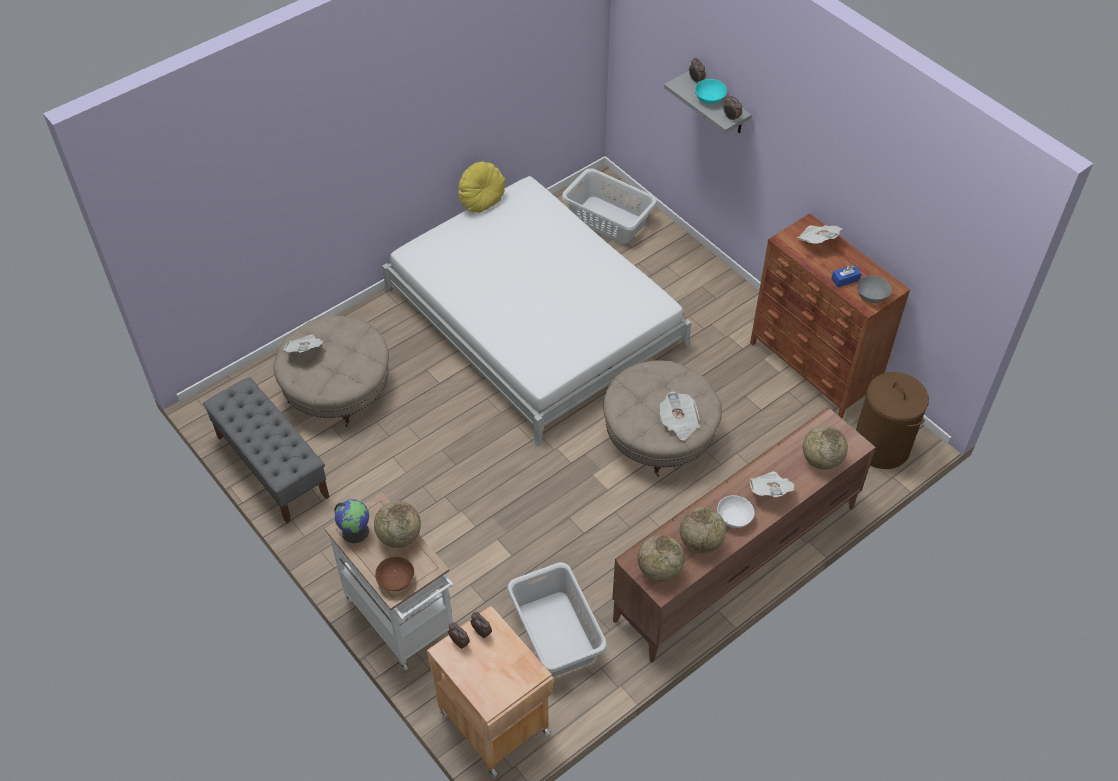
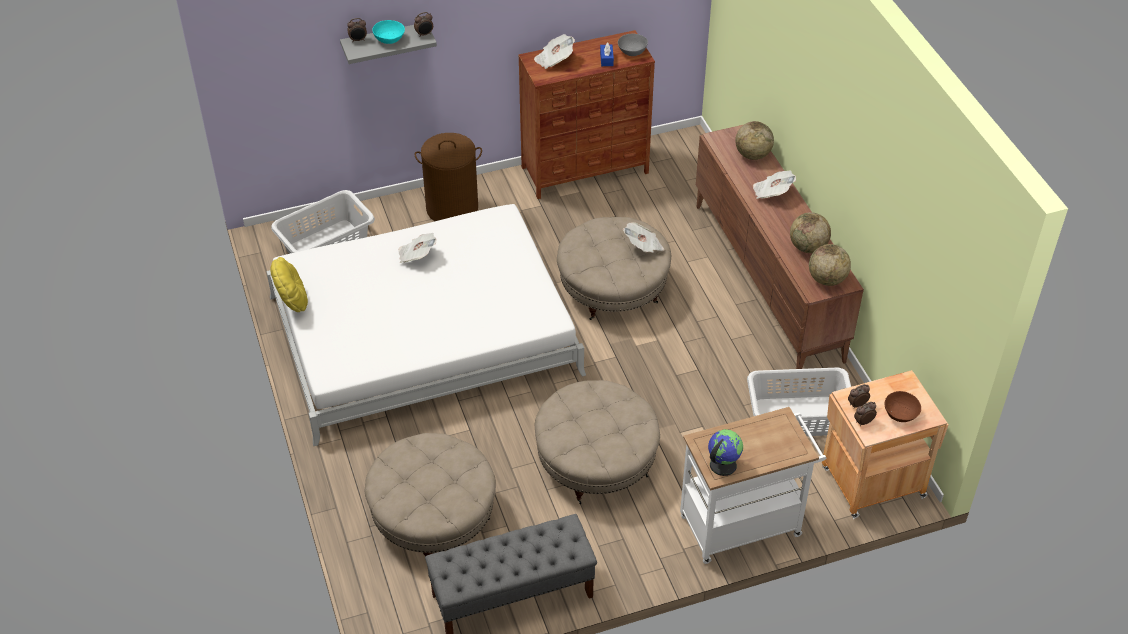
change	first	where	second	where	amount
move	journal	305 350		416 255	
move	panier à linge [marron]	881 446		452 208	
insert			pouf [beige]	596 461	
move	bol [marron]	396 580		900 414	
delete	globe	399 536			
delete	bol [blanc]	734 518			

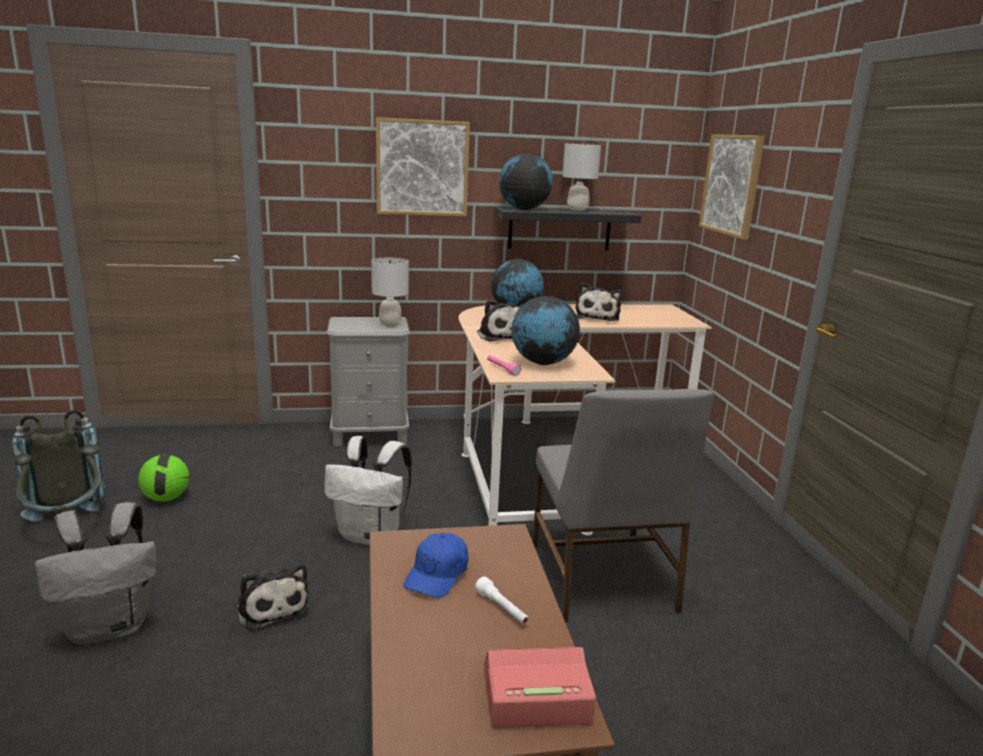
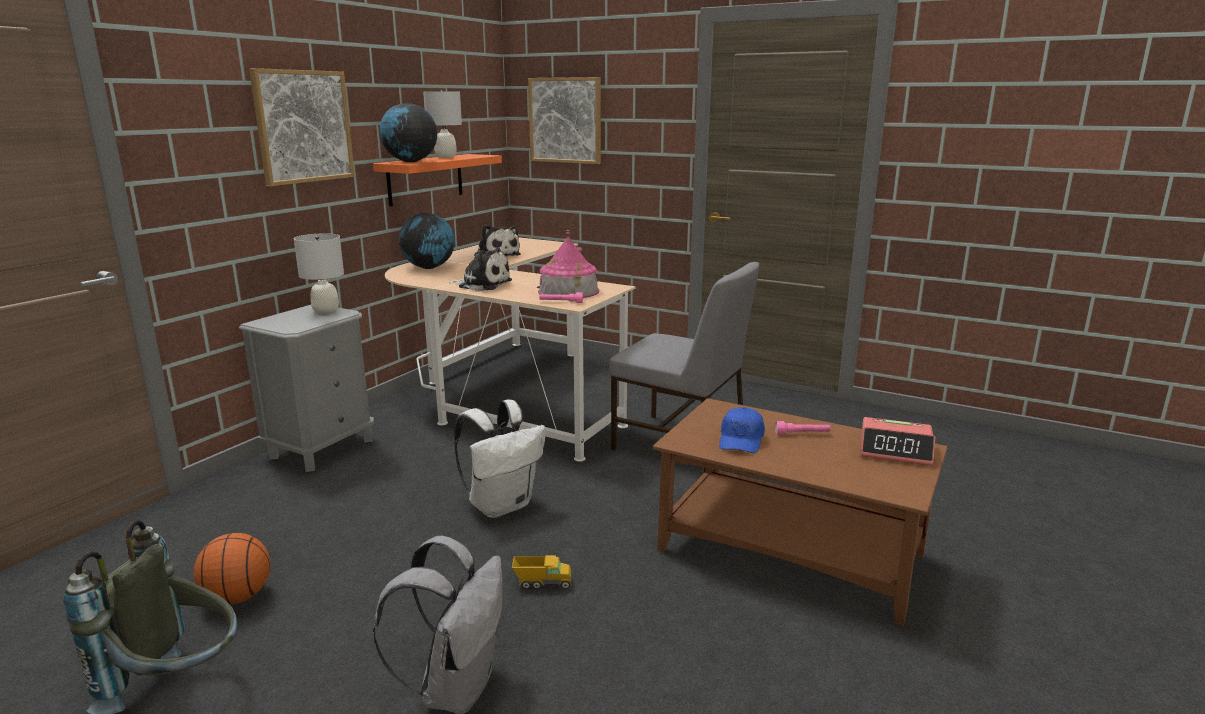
change	first	where	second	where	amount
replace	ballon de foot	166 498	ballon de basket	237 597	
recolor	étagère [noir]	559 229	étagère [orange]	425 179	
replace	peluche	272 606	camion jouet	542 583	
replace	globe	542 363	maison miniature	568 291	
rotate	casquette [bleu]	437 574		741 440	45 degrees clockwise
recolor	lampe de poche [blanc]	502 609	lampe de poche [rose]	802 434	
rotate	réveil	535 696		895 451	105 degrees counterclockwise

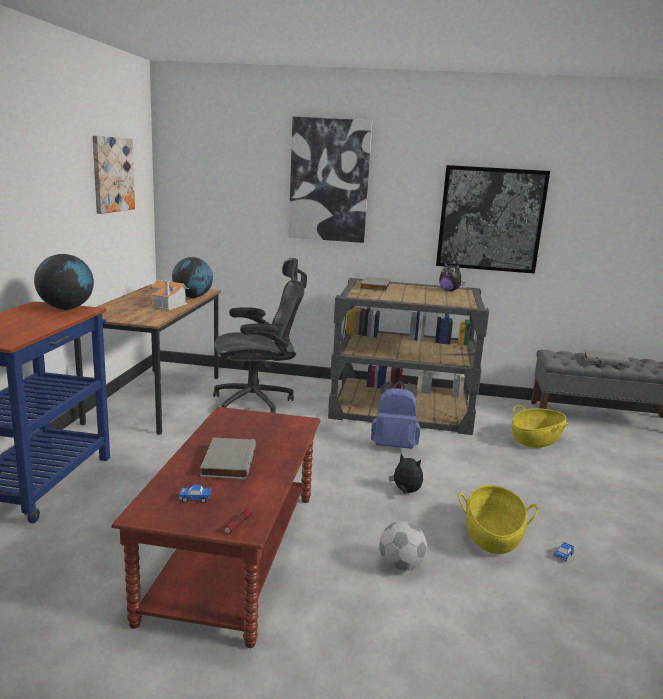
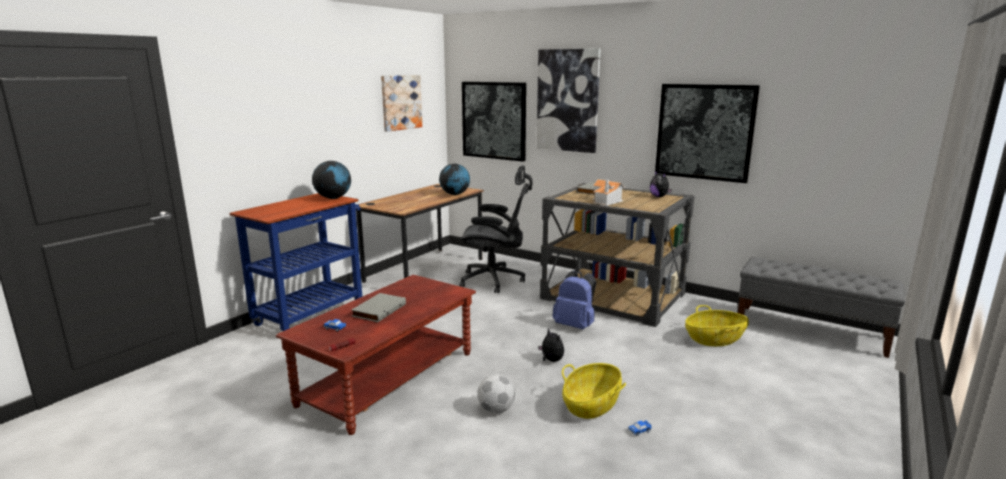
change	first	where	second	where	amount
insert			tableau	494 120	
move	maison miniature	169 305		607 201	
delete	livre [gris]	605 361			

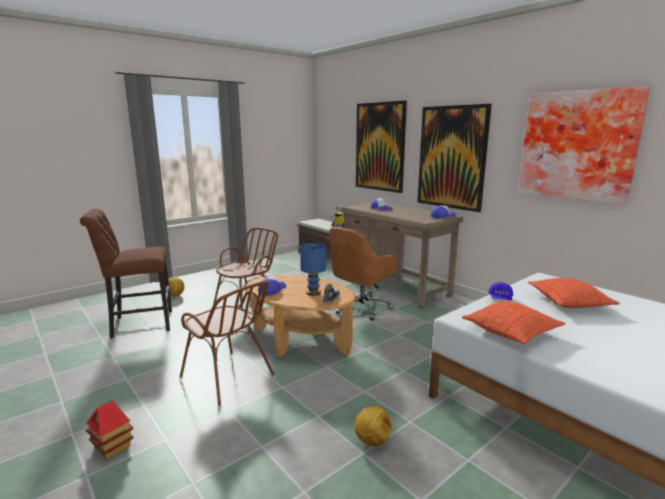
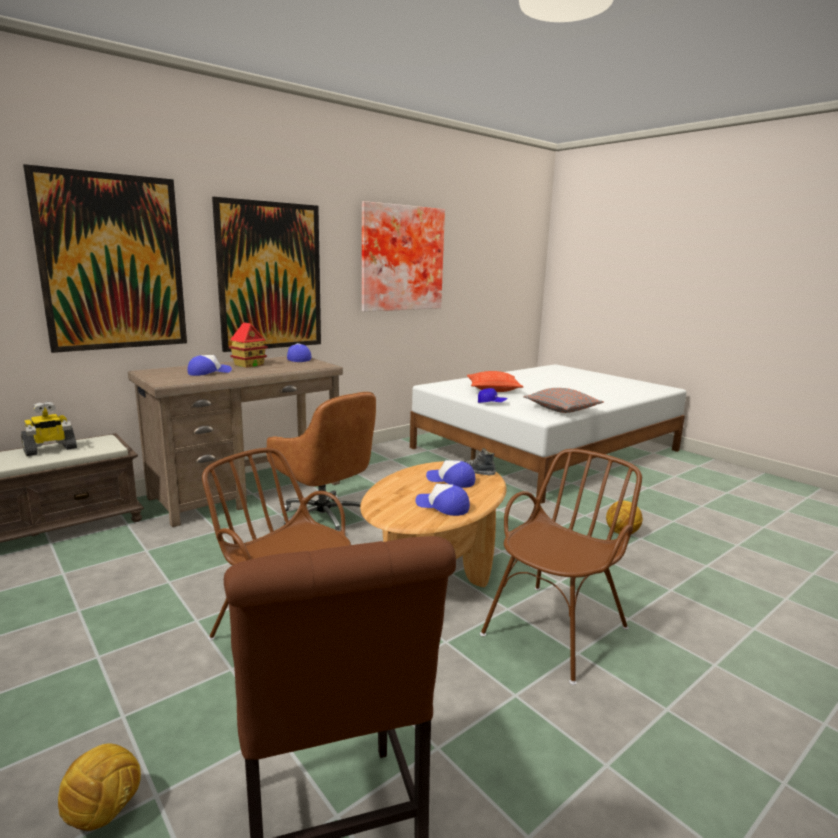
change	first	where	second	where	amount
move	maison miniature	112 447		249 365	
replace	lampe de table [bleu]	313 292	casquette	451 481	
recolor	coussin [orange]	510 332	coussin [gris]	562 409	

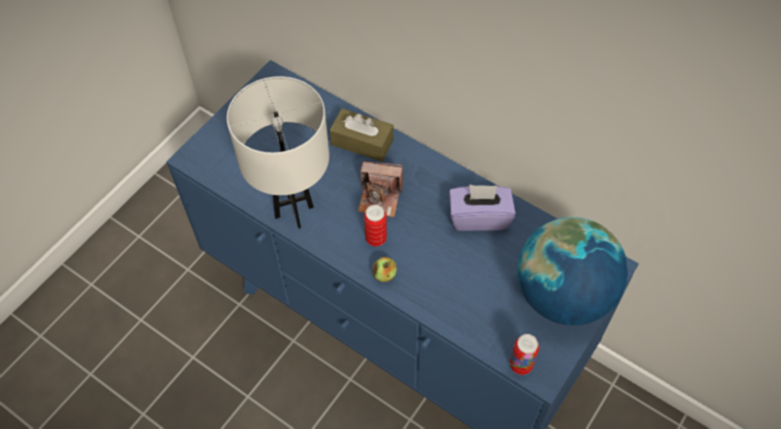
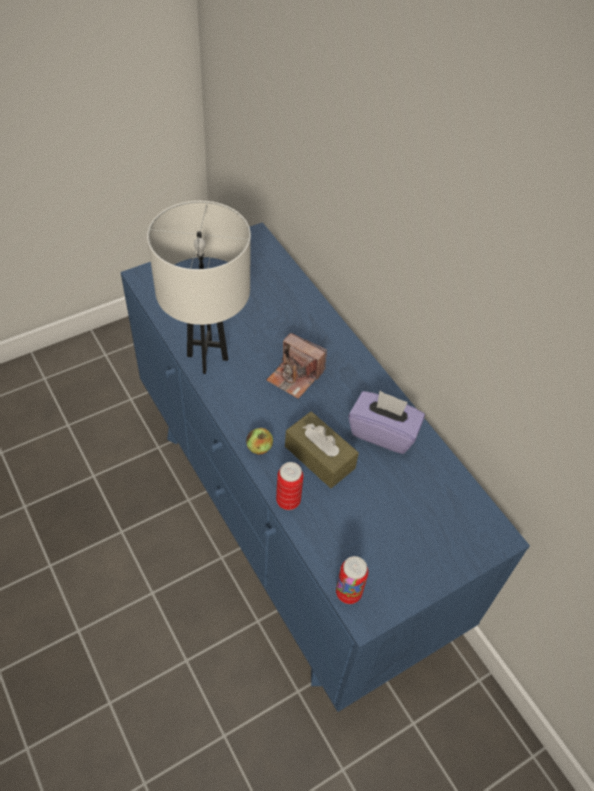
change	first	where	second	where	amount
move	boîte métallique	376 238		288 500	
move	boîte à mouchoirs [marron]	362 142		319 457	
delete	globe	562 295			

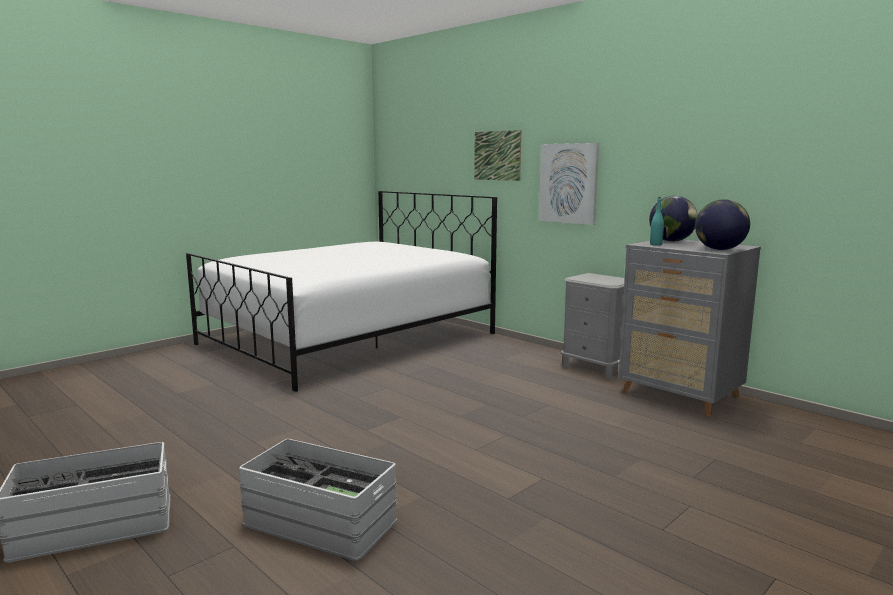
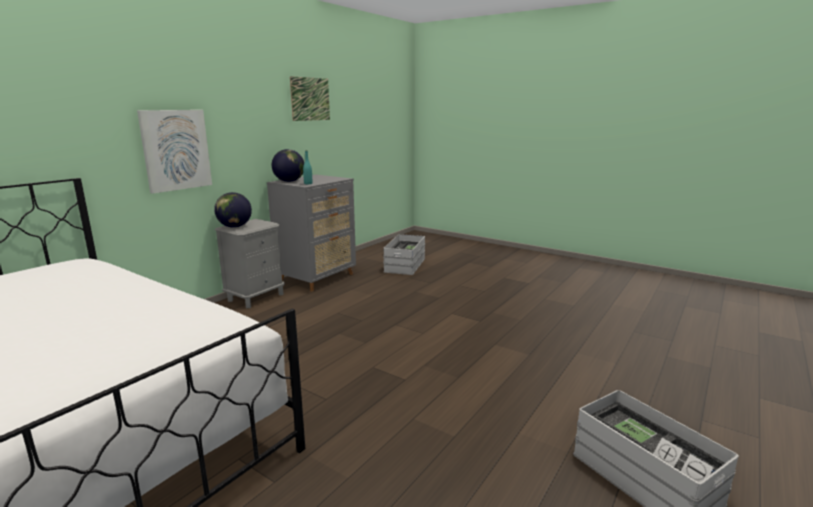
change	first	where	second	where	amount
move	globe	719 249		234 227	
move	tableau	497 155		310 99	
move	boîte de rangement [gris]	319 523		405 265	

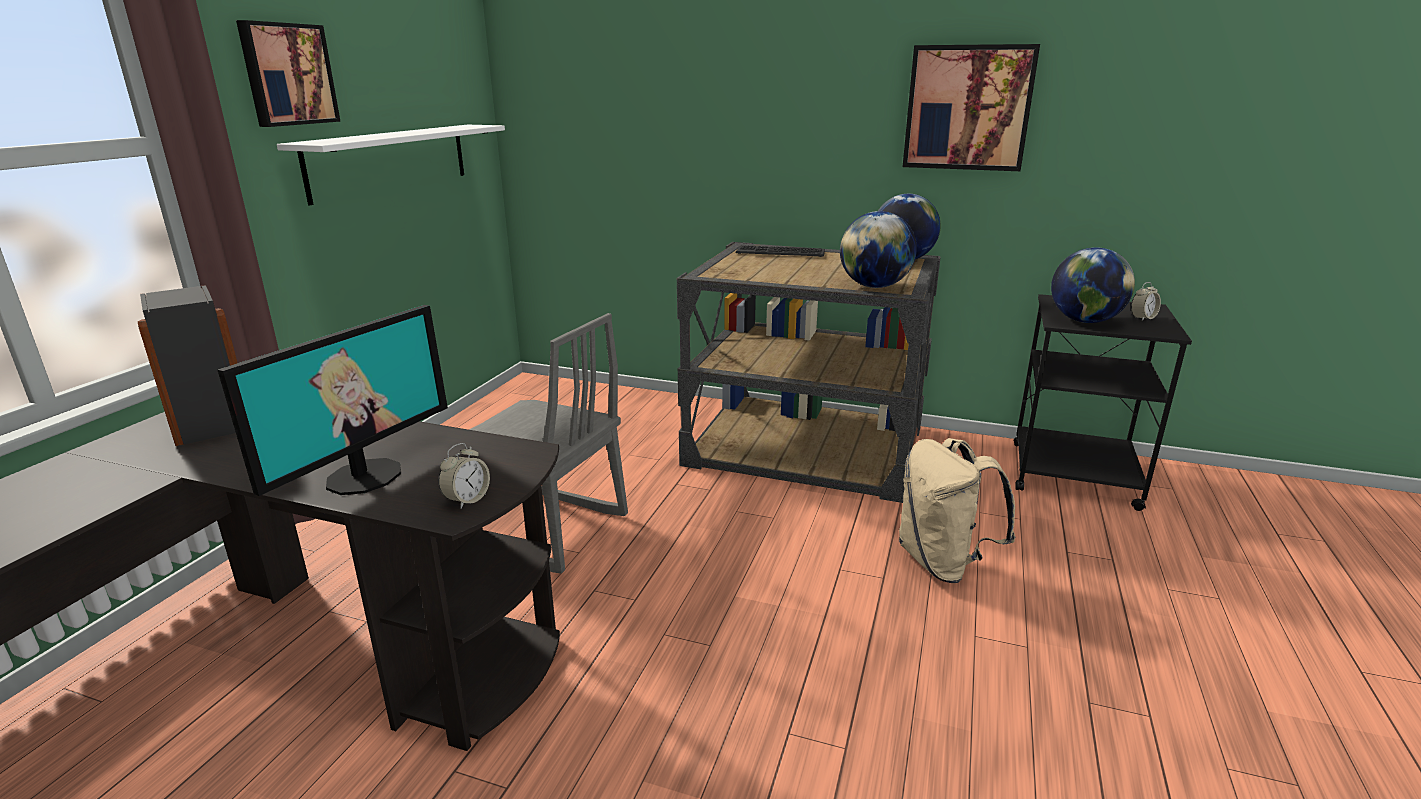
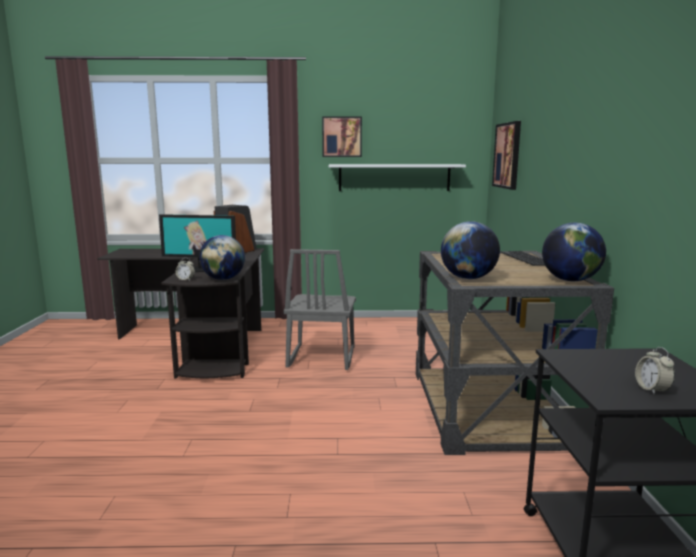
change	first	where	second	where	amount
move	globe	1084 321		223 279	
move	tableau	968 108		507 155	
rotate	réveil	1142 318		652 390	45 degrees clockwise
delete	sac à dos [beige]	943 563			

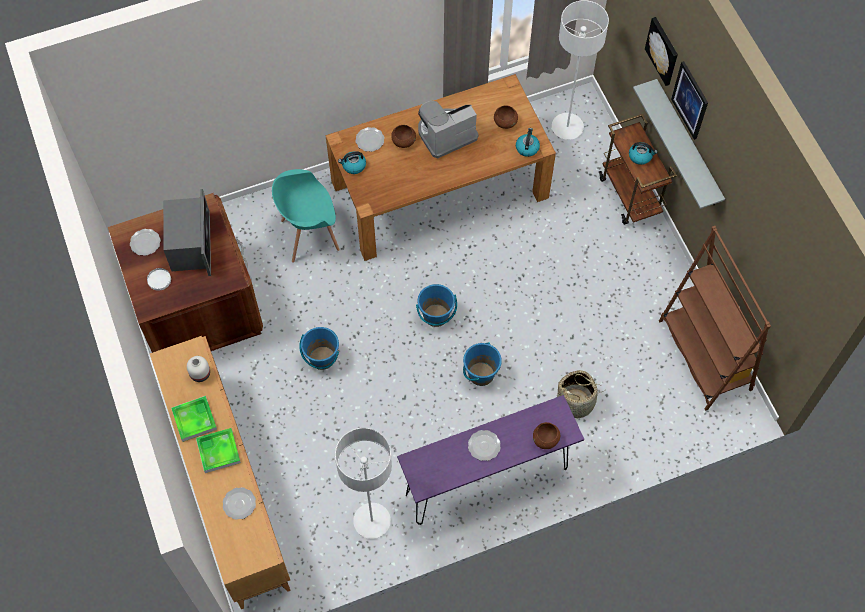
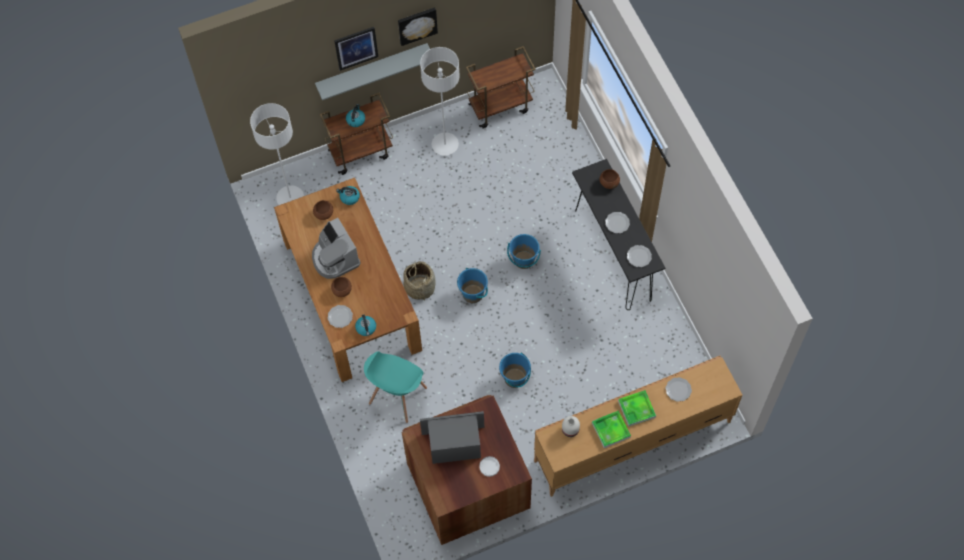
change	first	where	second	where	amount
rotate	chaise [turquoise]	309 236		397 396	45 degrees clockwise
move	tableau	663 50		417 25	
move	panier	576 402		419 287	
move	lampadaire [gris]	372 521		445 144	
replace	bibliothèque [marron]	704 355	chariot [marron]	501 108	
recolor	table console [violet]	487 481	table console [noir]	613 254	
move	assiette	145 243		639 256	

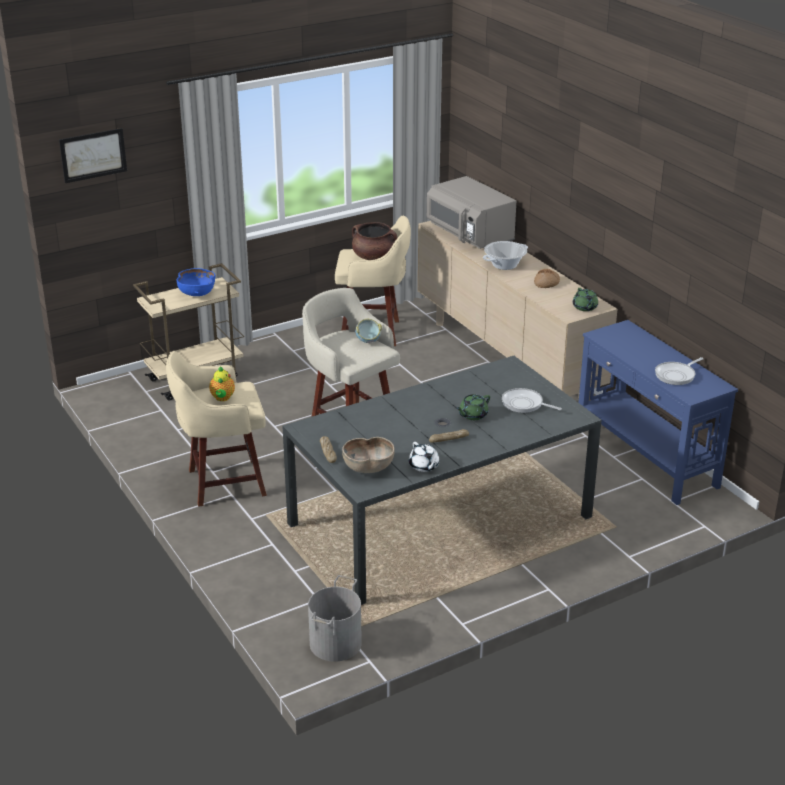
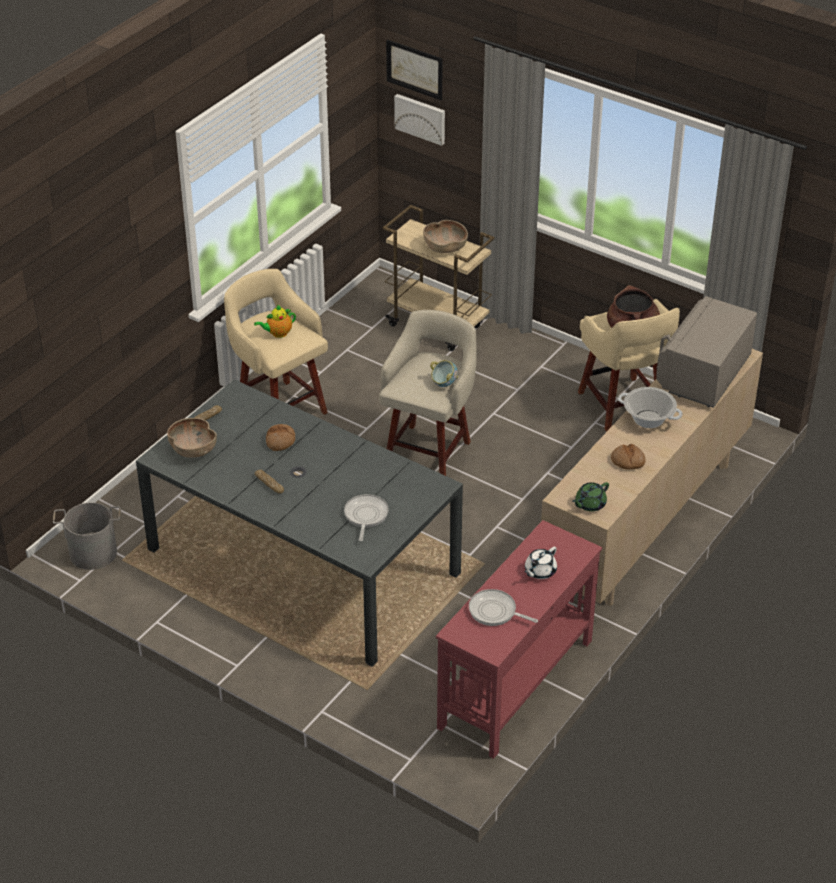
change	first	where	second	where	amount
insert			pain	280 441	
insert			tableau	421 118	
recolor	bol [bleu]	196 293	bol [marron]	445 248	
recolor	table console [bleu]	646 458	table console [rouge]	515 684	
move	théière [blanc]	424 466		539 571	
delete	théière [vert]	472 415			

